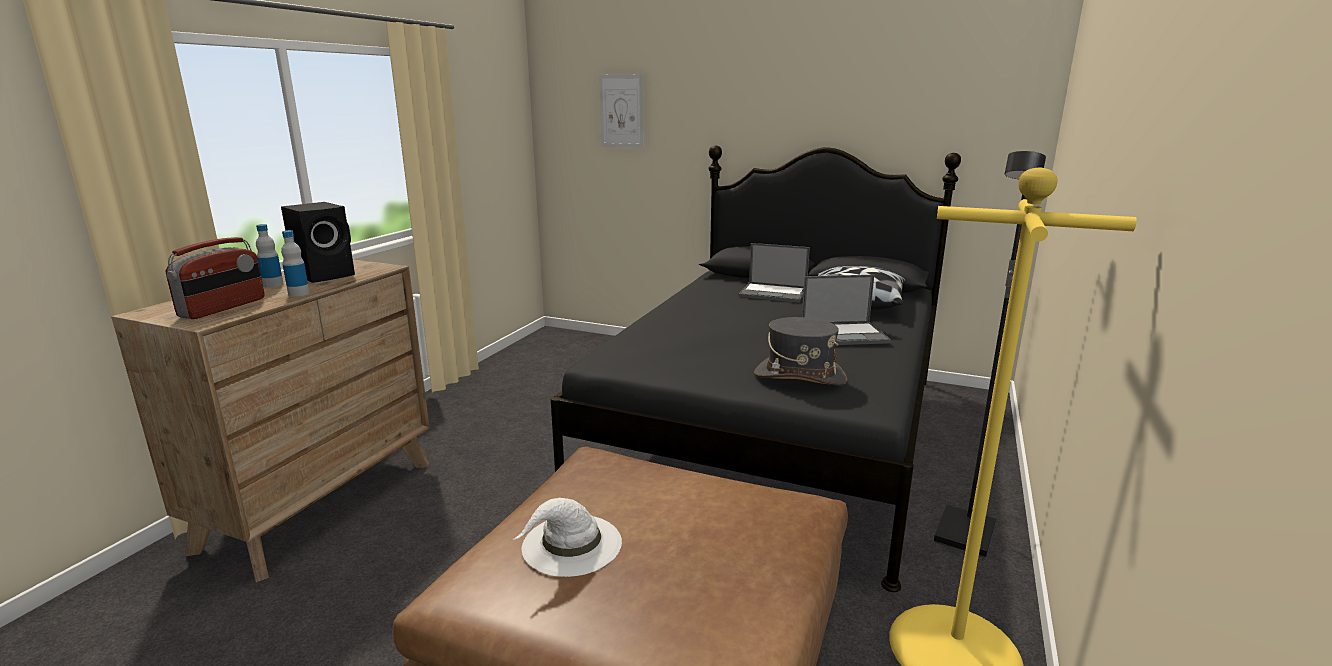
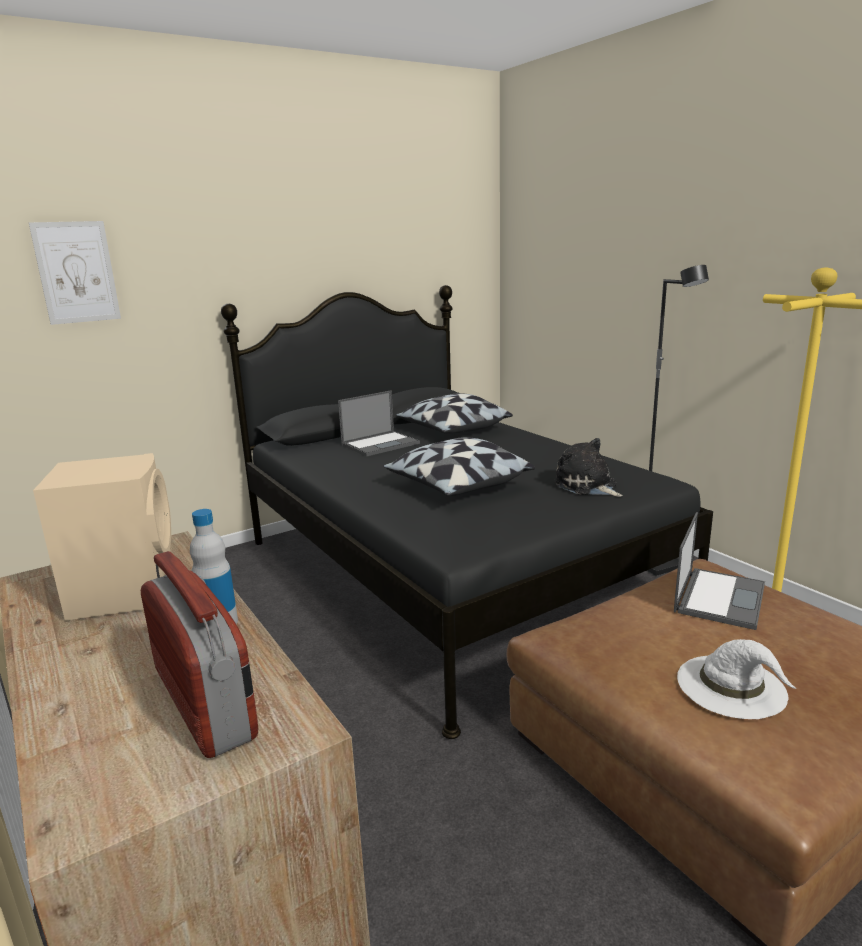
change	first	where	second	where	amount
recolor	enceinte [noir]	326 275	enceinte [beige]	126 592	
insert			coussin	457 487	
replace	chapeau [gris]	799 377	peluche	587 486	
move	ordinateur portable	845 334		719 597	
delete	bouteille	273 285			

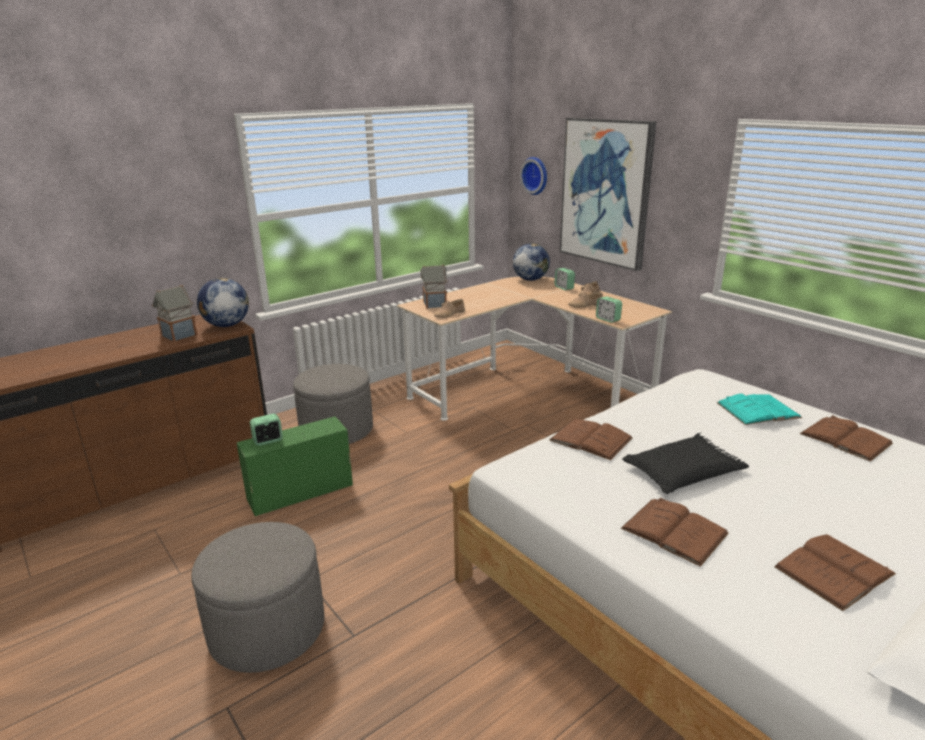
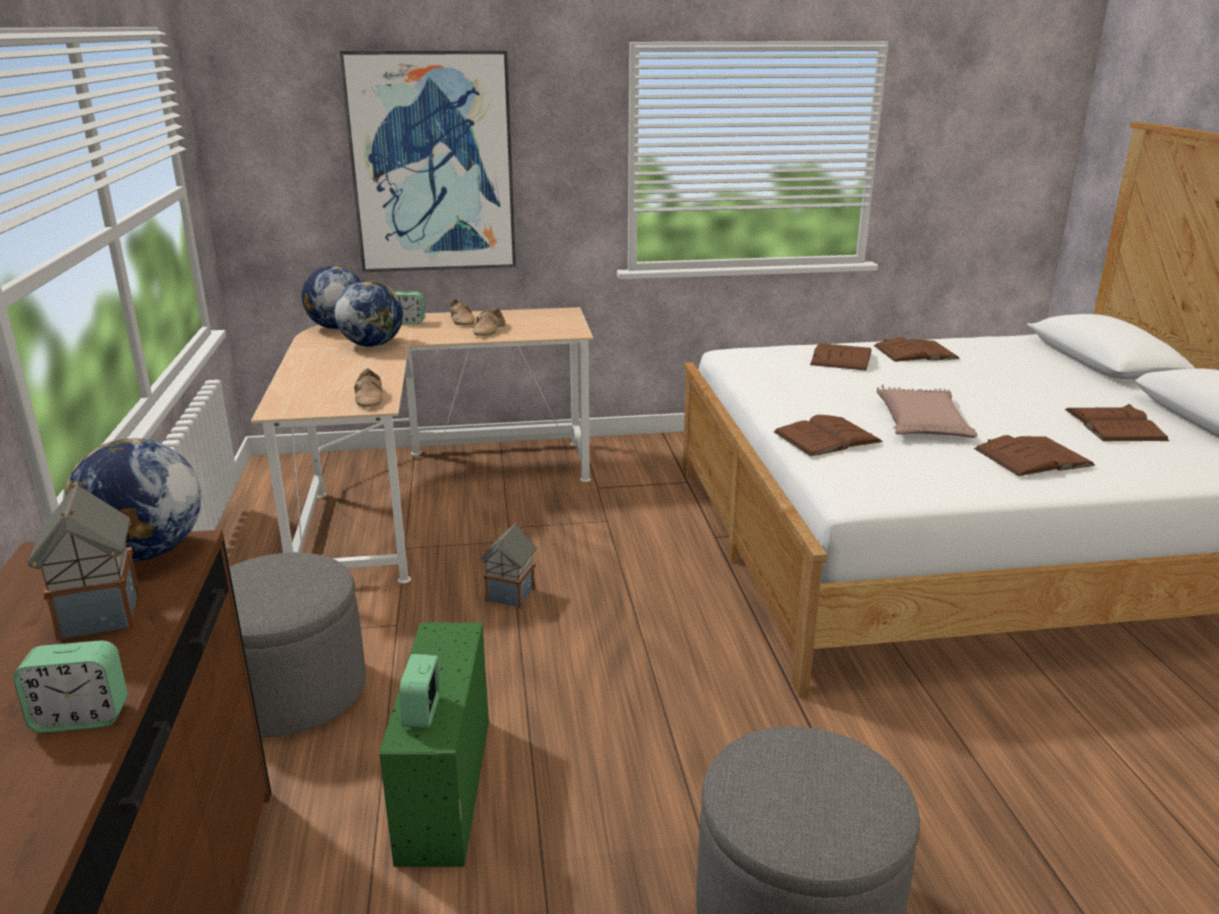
change	first	where	second	where	amount
move	réveil	608 319		81 717	
insert			globe	372 345	
move	maison miniature	434 304		510 596	
recolor	livre [turquoise]	758 410	livre [marron]	841 357	
recolor	coussin [noir]	683 470	coussin [beige]	922 421	
delete	horloge murale	536 175			

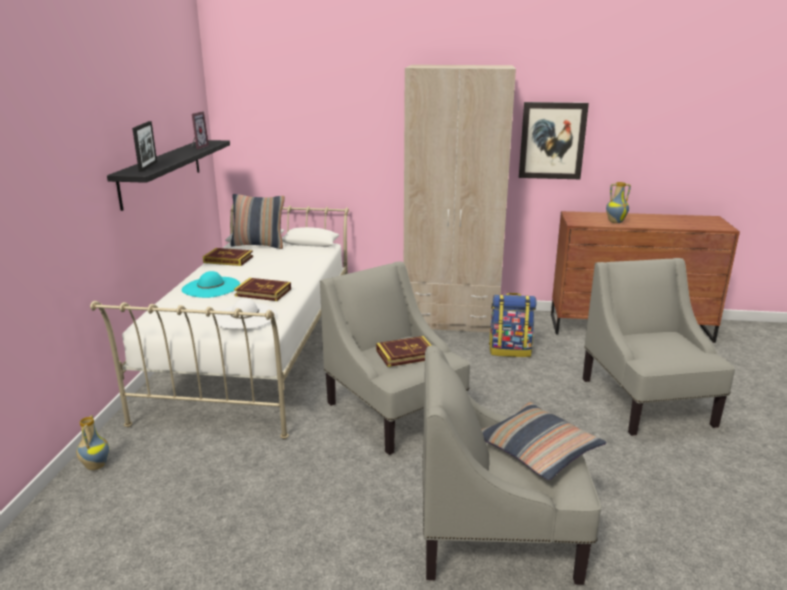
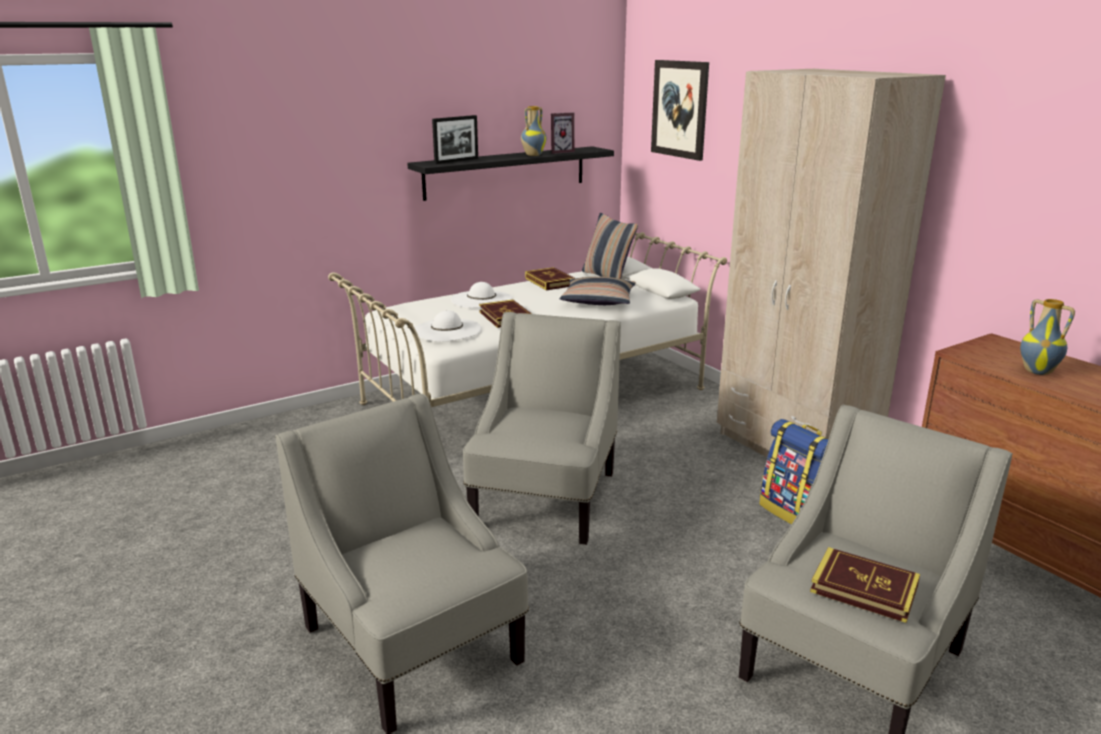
change	first	where	second	where	amount
recolor	chapeau [turquoise]	211 287	chapeau [blanc]	481 299	
move	vase	95 466		533 155	
move	coussin	537 450		598 301	
move	tableau	552 140		680 109	
move	livre	406 354		864 589	

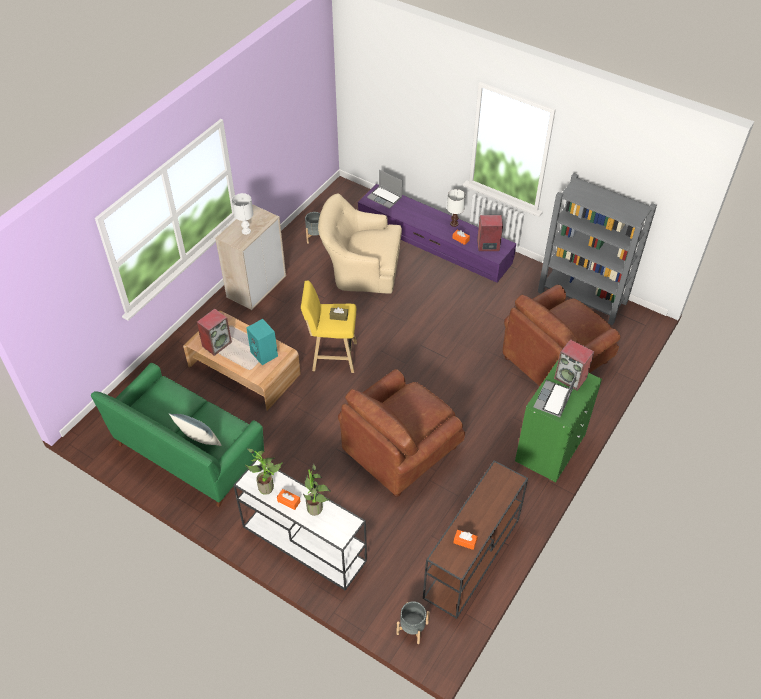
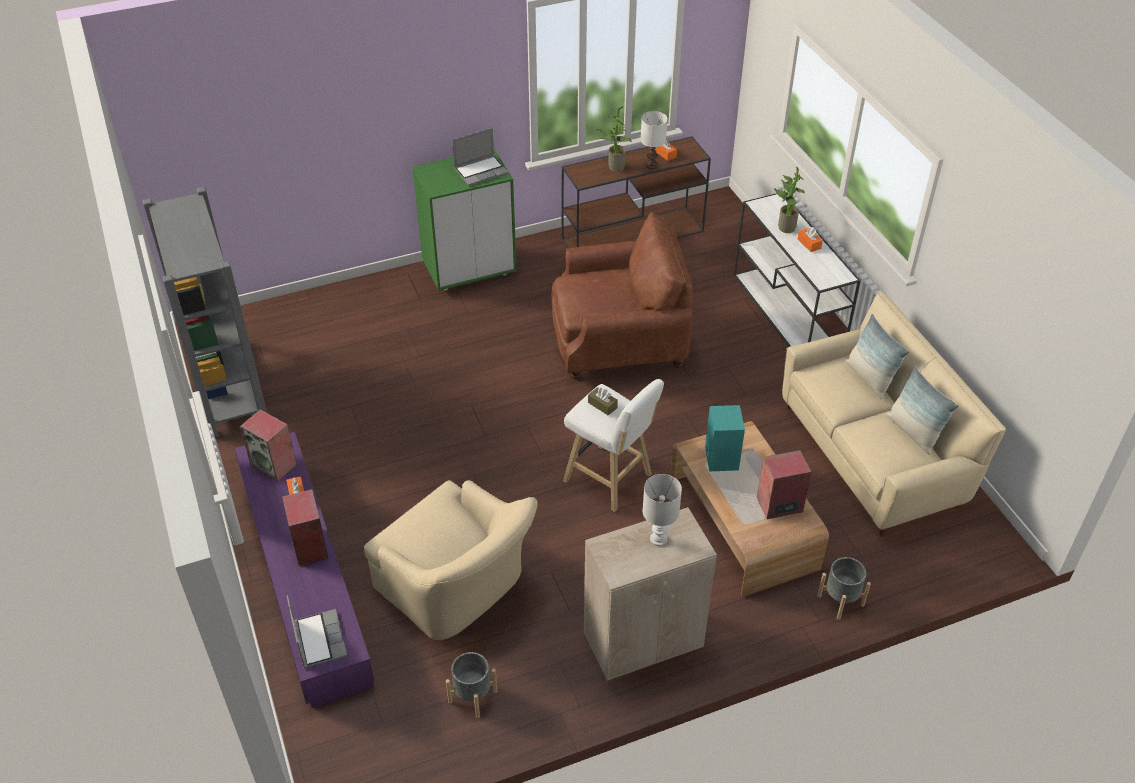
change	first	where	second	where	amount
move	enceinte	571 378		309 546	
recolor	tabouret [jaune]	332 356	tabouret [blanc]	610 480	
move	plante en pot	267 486		614 167	
move	lampe de table [blanc]	454 223		652 166	
recolor	canapé [vert]	189 452	canapé [beige]	871 456	
move	cache-pot [gris]	412 628		840 600	
insert			coussin	913 432	
delete	fauteuil [marron]	556 360			

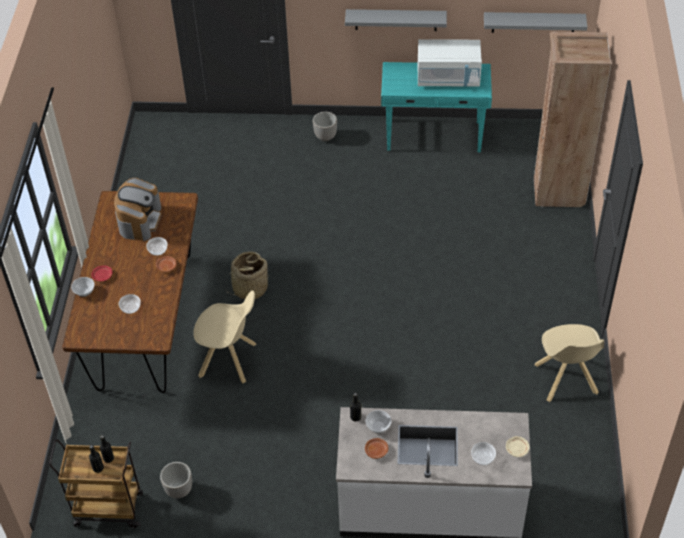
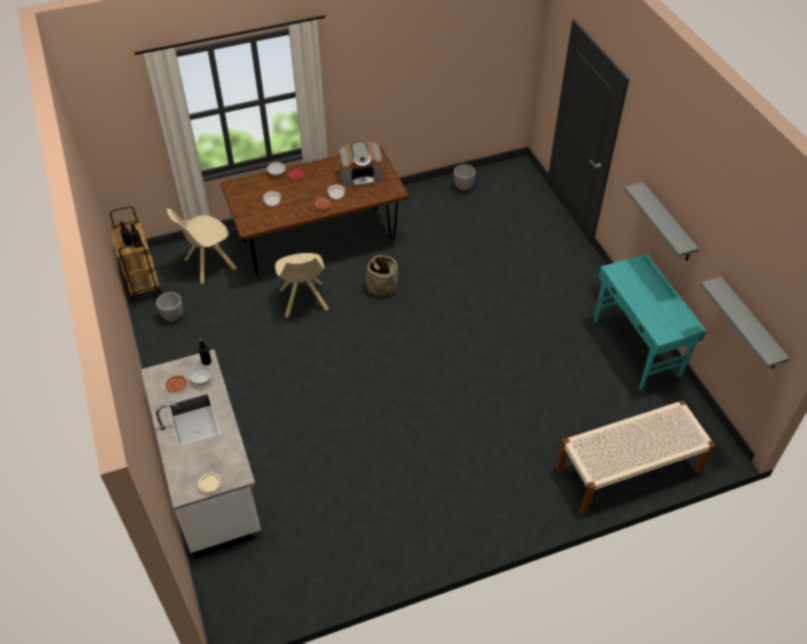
change	first	where	second	where	amount
move	chaise [beige]	566 380		208 264	
move	cache-pot	325 137		463 187	
replace	meuble de rangement [marron]	558 193	banc [beige]	629 471	
delete	micro-ondes [blanc]	448 78			
delete	bol	482 457			

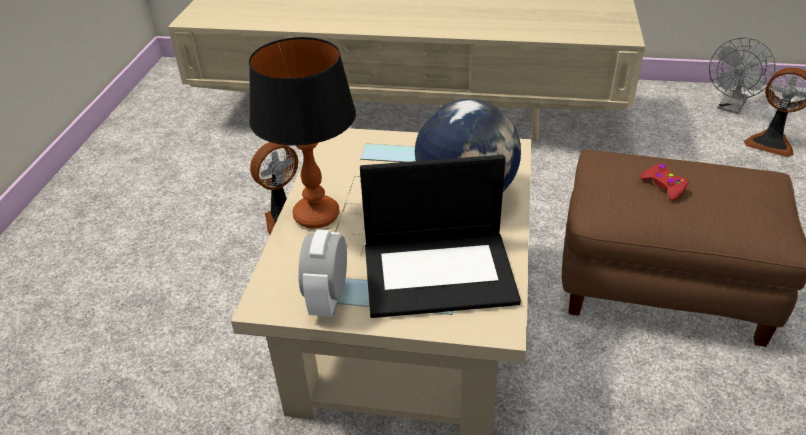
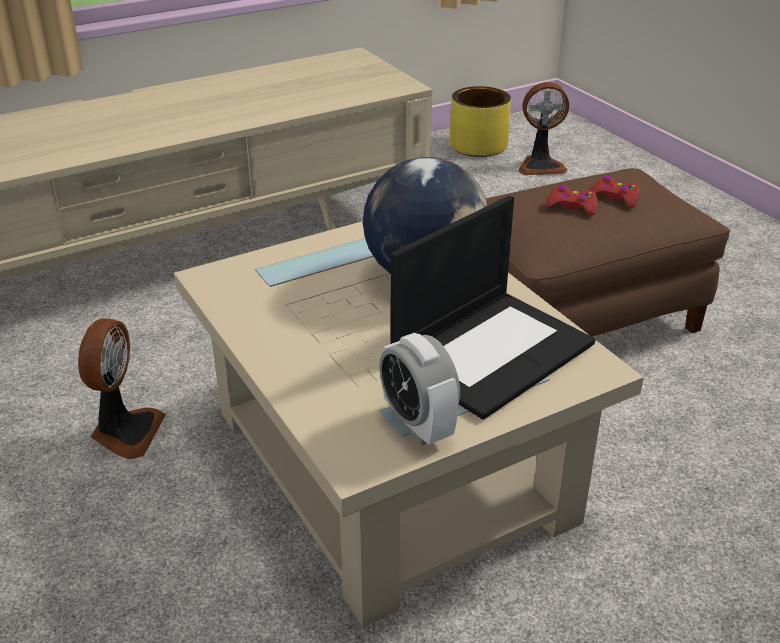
change	first	where	second	where	amount
replace	ventilateur [gris]	731 107	cache-pot [jaune]	478 146	
insert			manette [rouge]	615 197	
delete	lampe de table	317 215			

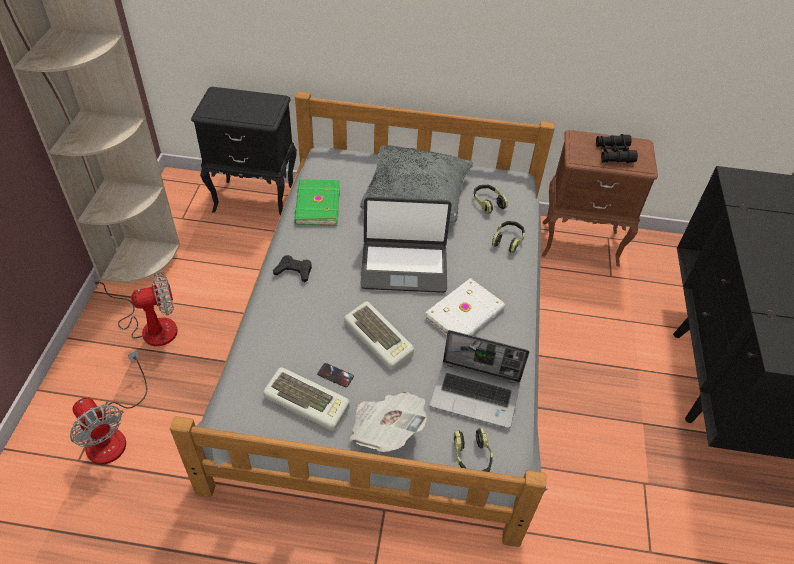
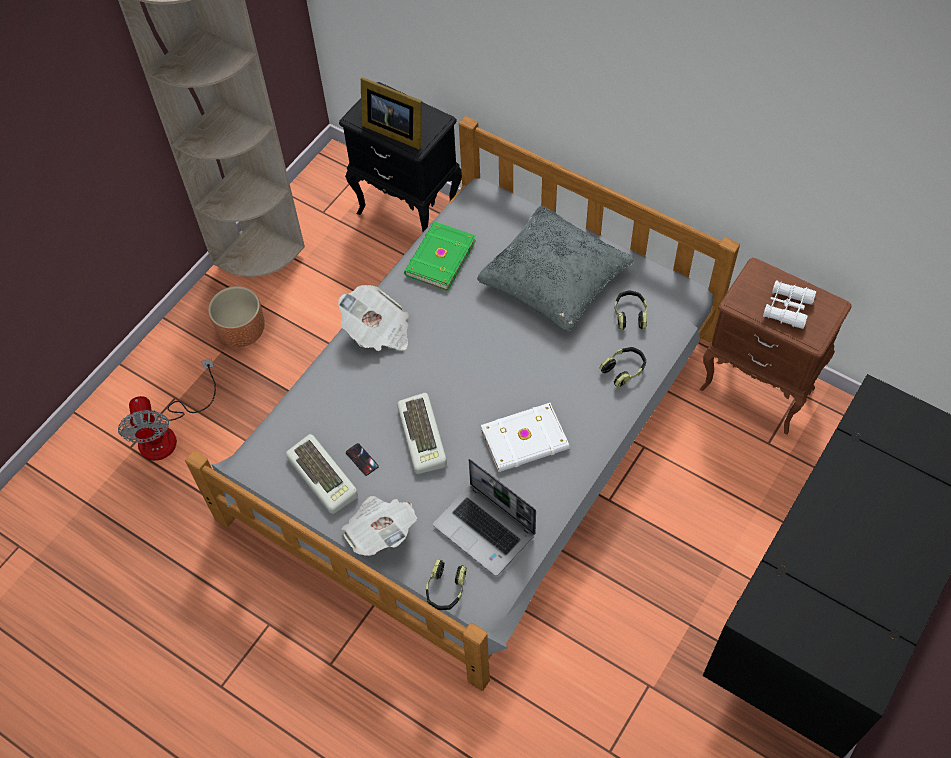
change	first	where	second	where	amount
replace	ventilateur	150 326	cache-pot [marron]	242 332	
replace	manette [noir]	294 271	journal	378 331	
insert			cadre photo	393 130	
recolor	jumelles [noir]	614 153	jumelles [blanc]	787 308	
delete	ordinateur portable	404 266			

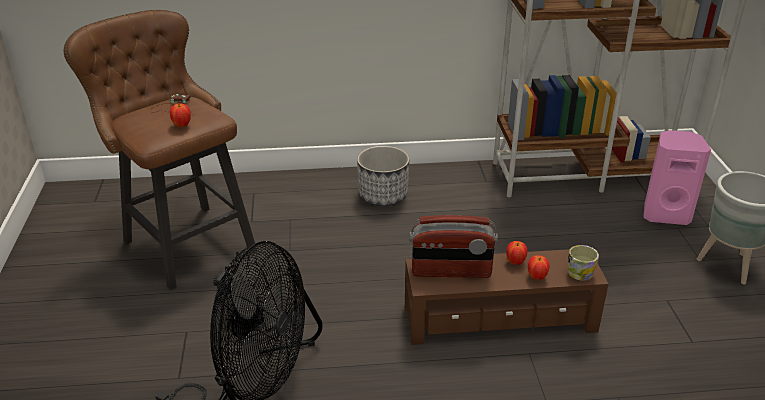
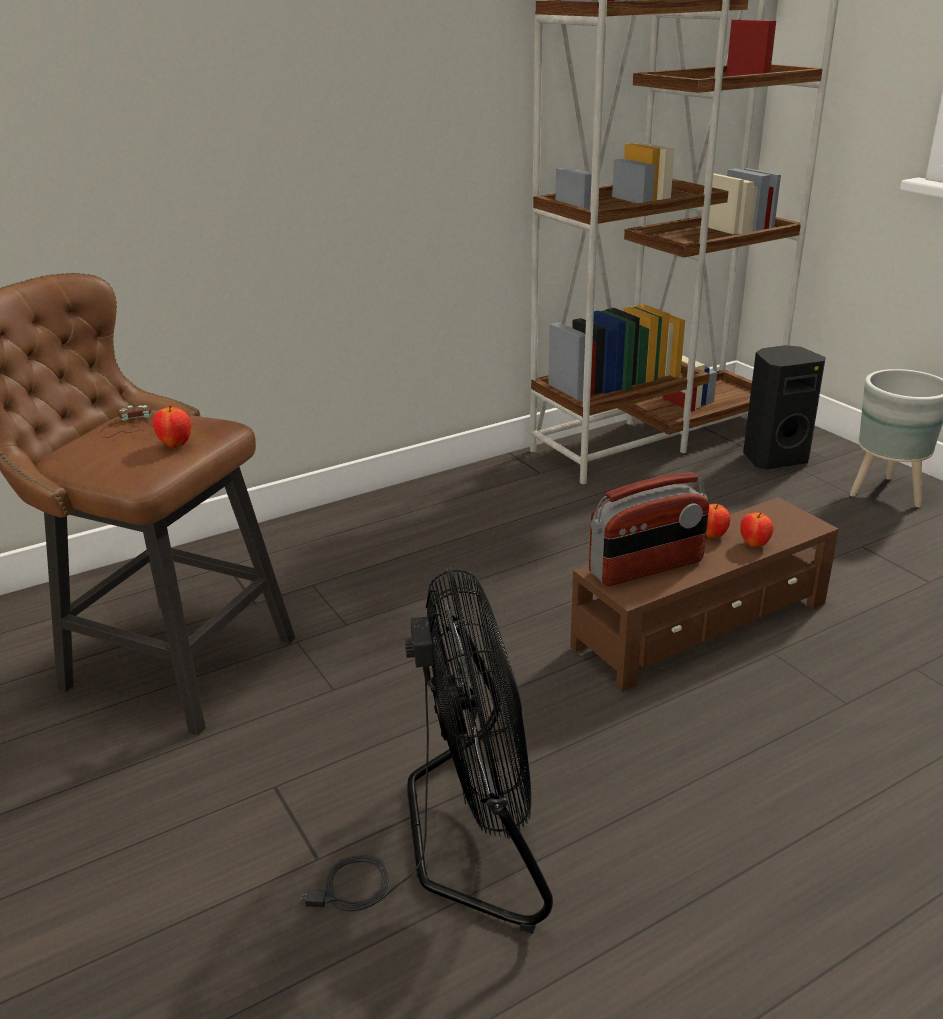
change	first	where	second	where	amount
recolor	enceinte [rose]	665 214	enceinte [noir]	773 458	
delete	cache-pot	383 195			
delete	mug	578 271			

